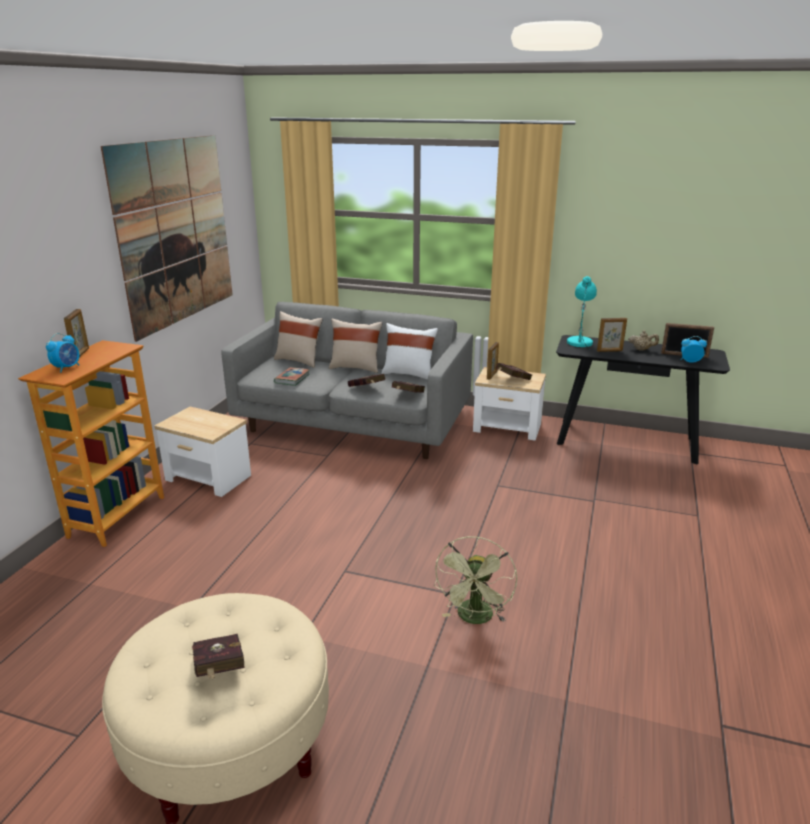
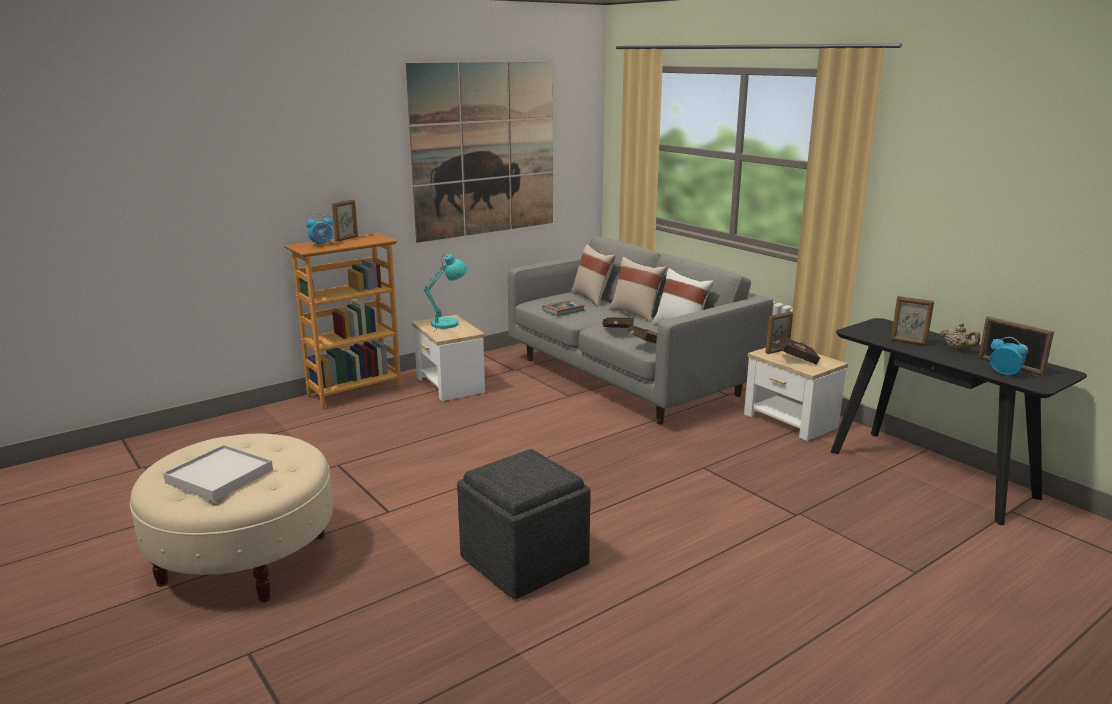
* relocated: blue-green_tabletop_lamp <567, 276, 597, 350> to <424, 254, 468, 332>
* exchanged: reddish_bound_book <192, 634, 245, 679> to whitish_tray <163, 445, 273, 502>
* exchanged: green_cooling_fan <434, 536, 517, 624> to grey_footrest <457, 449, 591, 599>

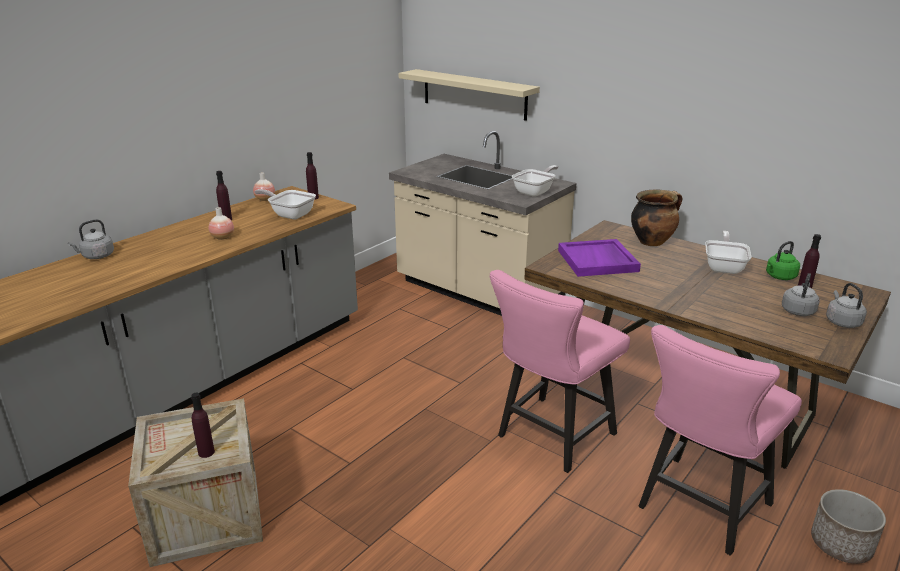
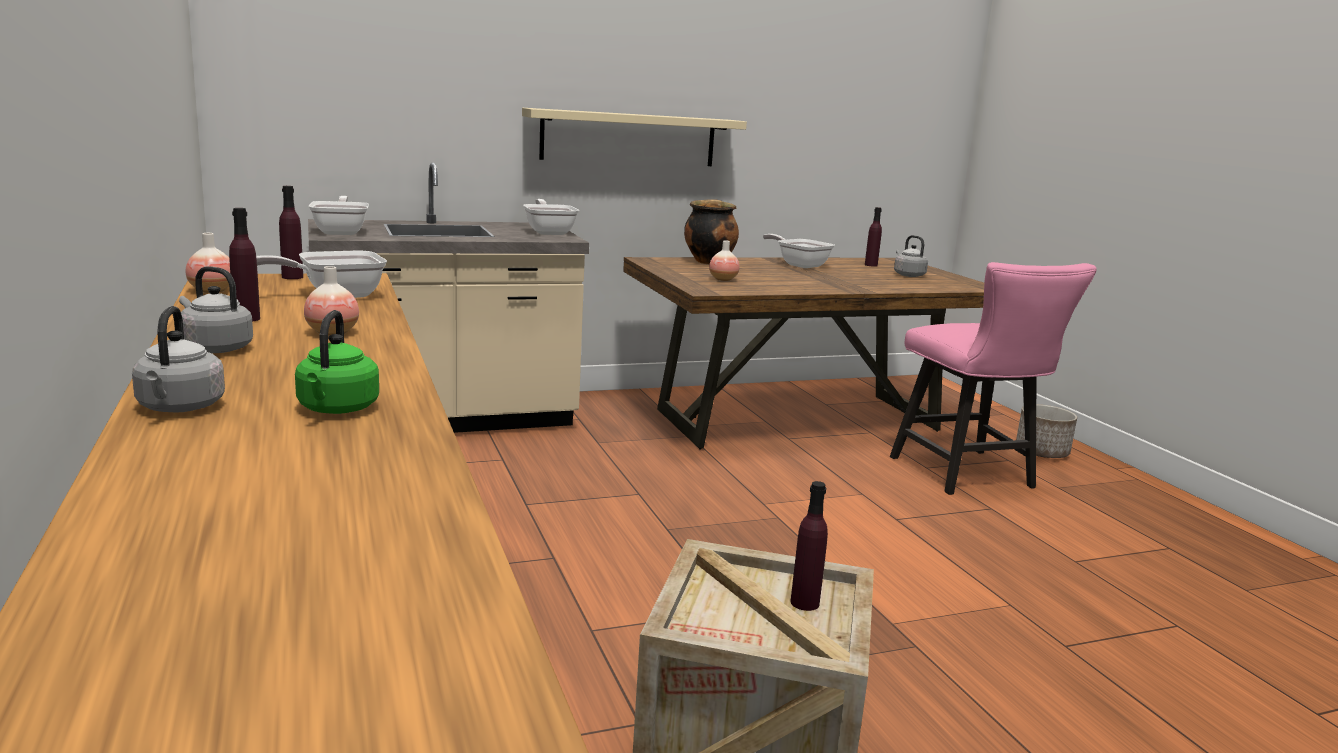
* missing: pinkish_plain_chair <490, 270, 630, 473>
* appeared: frying_pan <309, 196, 369, 235>
* relocated: sand-coloured_bracket_shelf <399, 69, 540, 121> to <522, 108, 747, 166>
* relocated: green_kettle <766, 241, 800, 280> to <295, 310, 379, 414>
* relocated: grey_kettle <826, 283, 867, 328> to <179, 266, 253, 353>
* exchanged: purplish_tray <558, 239, 641, 277> to decorative_vase <709, 240, 740, 281>

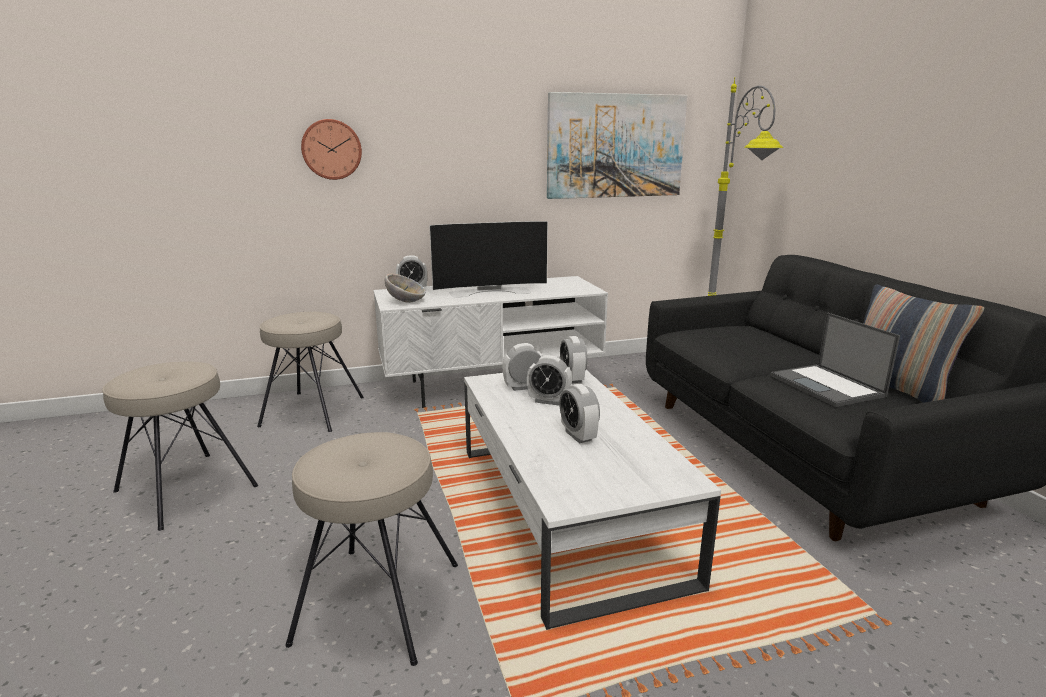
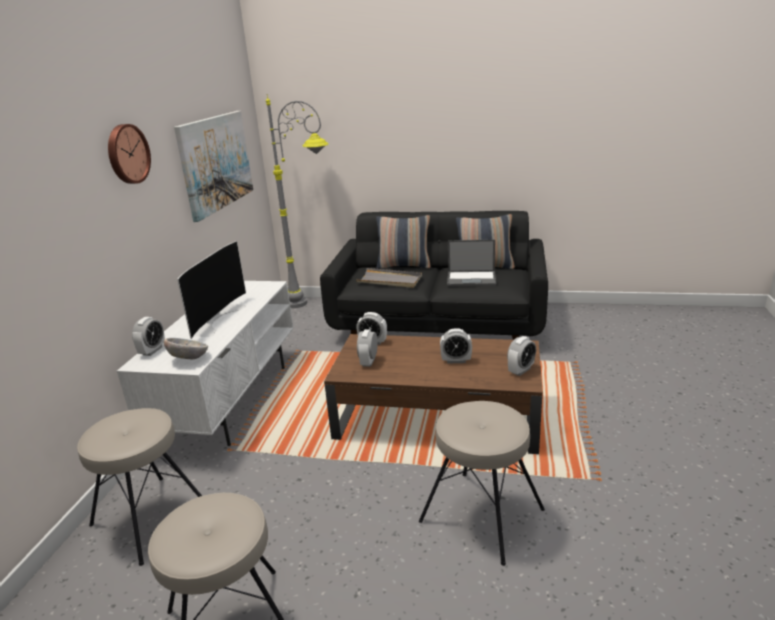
* appeared: grey_tray <356, 268, 422, 288>
* appeared: cushion <376, 215, 431, 269>
* relocated: wall_clock <301, 119, 362, 180> to <108, 124, 151, 184>
* relocated: bedside_clock <527, 355, 572, 406> to <507, 336, 536, 376>
* colour: whitish_lounge_table <464, 370, 721, 630> to brown_lounge_table <324, 334, 543, 454>

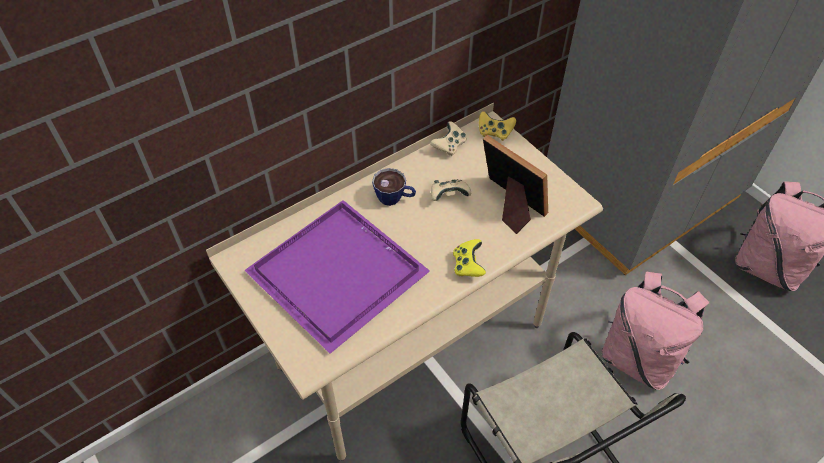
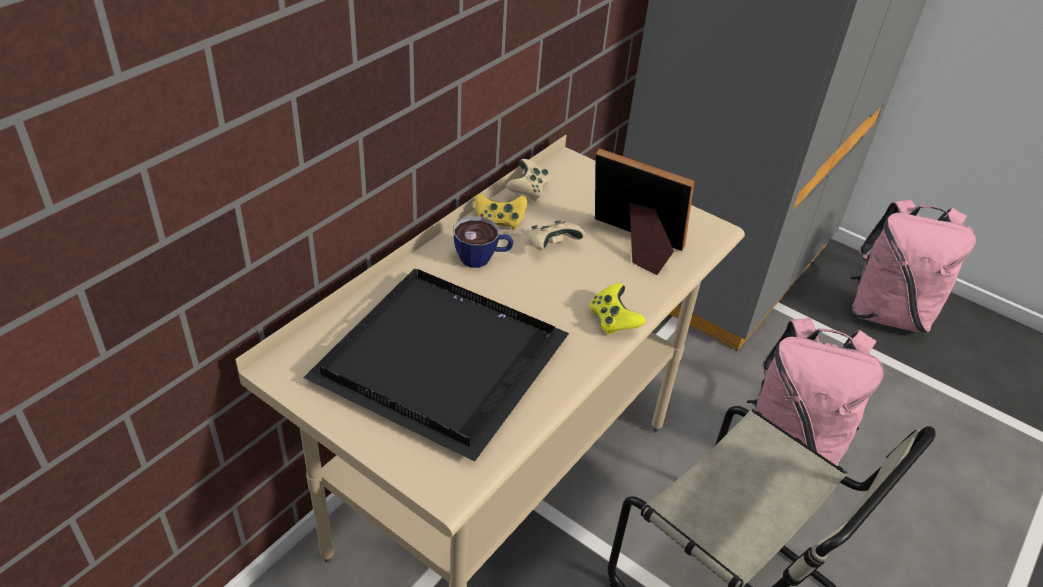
* relocated: yellow-coloured_game_controller <479, 111, 516, 141> to <475, 194, 527, 230>
* colour: purplish_tray <244, 200, 430, 354> to blackish_tray <303, 268, 569, 462>

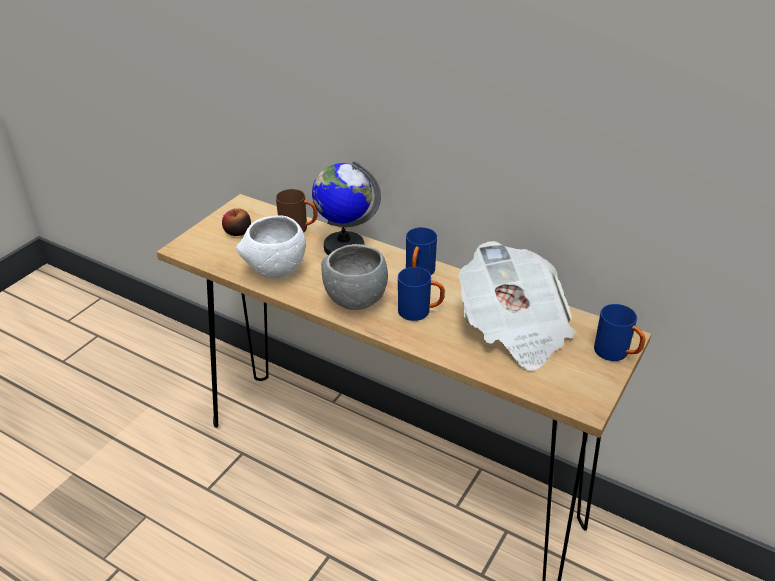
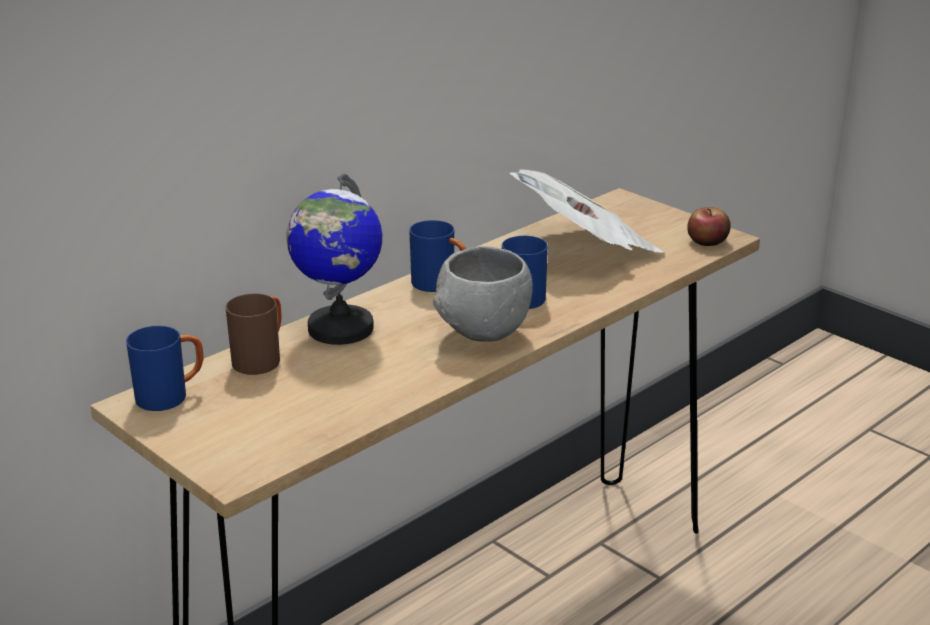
* missing: whitish_bowl <237, 215, 306, 279>
* relocated: apple <222, 208, 251, 236> to <687, 207, 731, 246>
* relocated: bluish_mug <594, 304, 645, 361> to <126, 326, 204, 411>

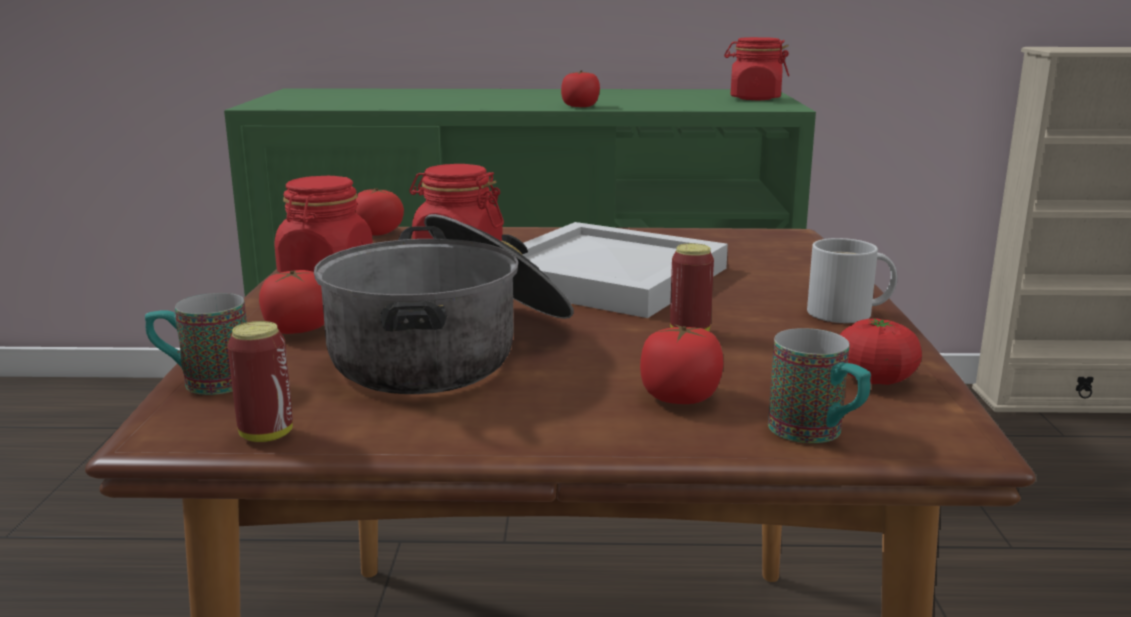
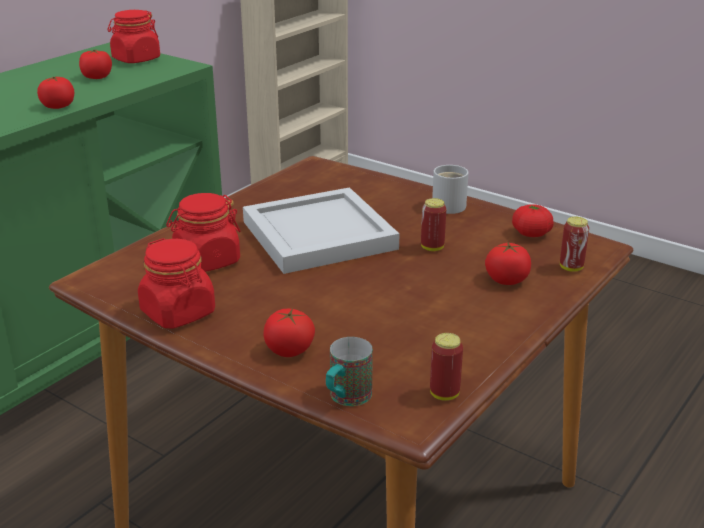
* missing: stockpot <314, 214, 573, 394>
* relocated: whole_tomato <355, 188, 404, 236> to <79, 50, 112, 79>
* exchanged: mug <768, 328, 871, 443> to can <560, 217, 589, 272>

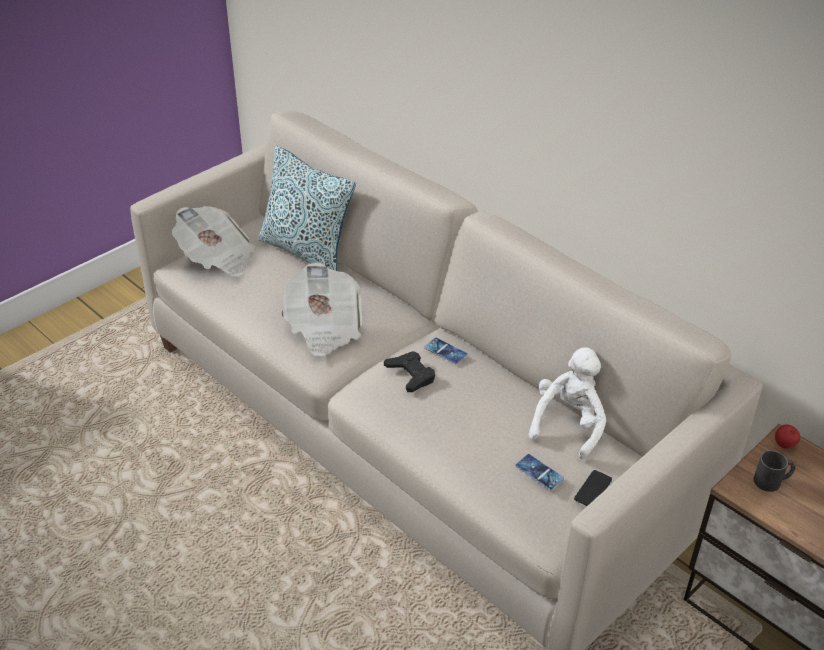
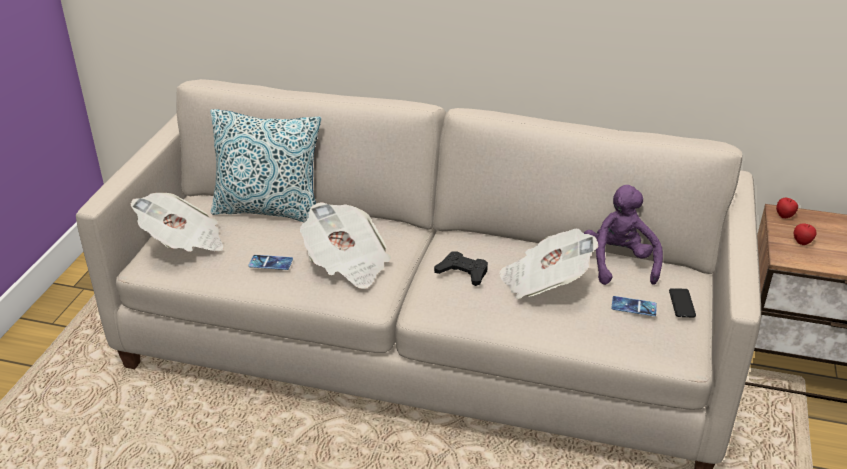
* appeared: printed_paper <499, 229, 598, 299>
* relocated: telephone <424, 338, 468, 364> to <248, 255, 293, 270>
* exchanged: blackish_mug <753, 450, 795, 492> to apple <794, 223, 817, 245>
* colour: whitish_plush_toy <529, 347, 606, 459> to purplish_plush_toy <584, 185, 663, 285>

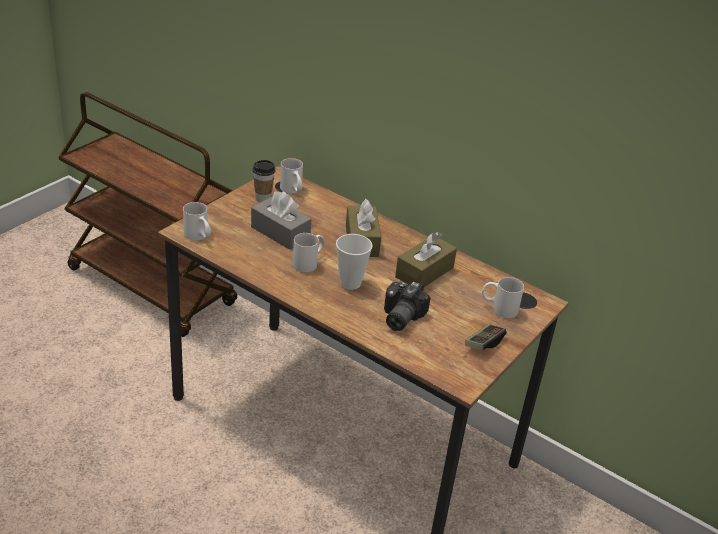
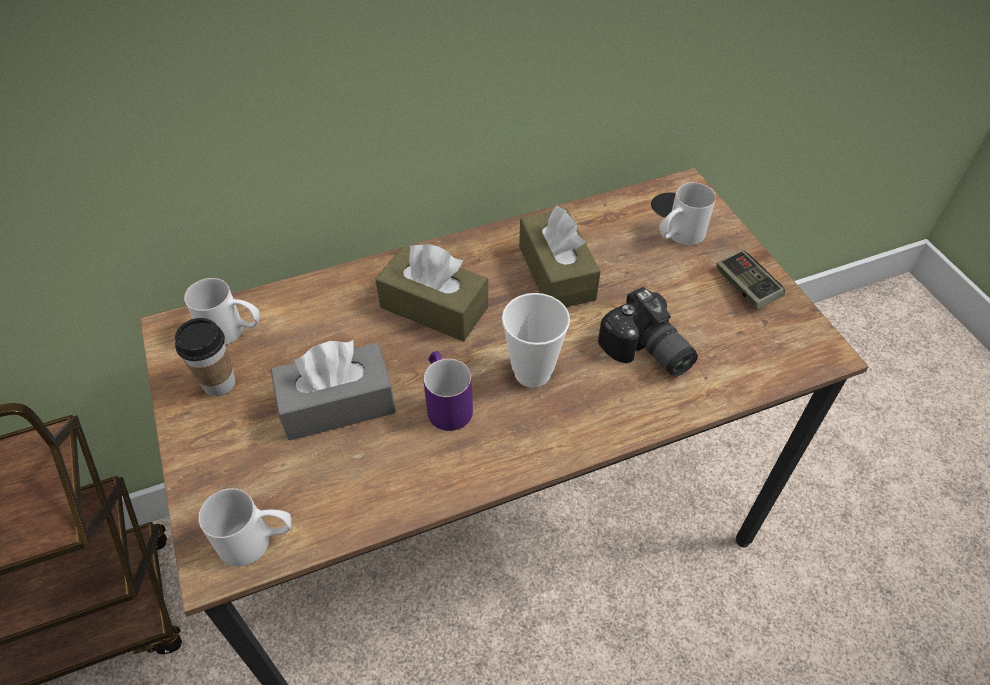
* colour: whitish_mug <293, 233, 325, 273> to purplish_mug <423, 351, 473, 431>

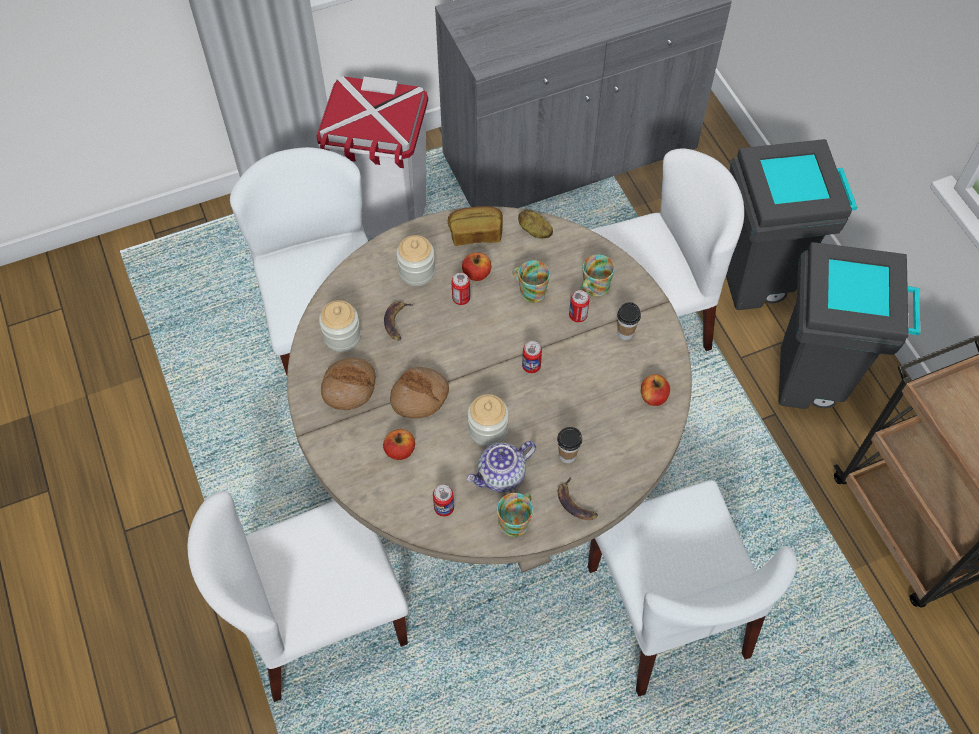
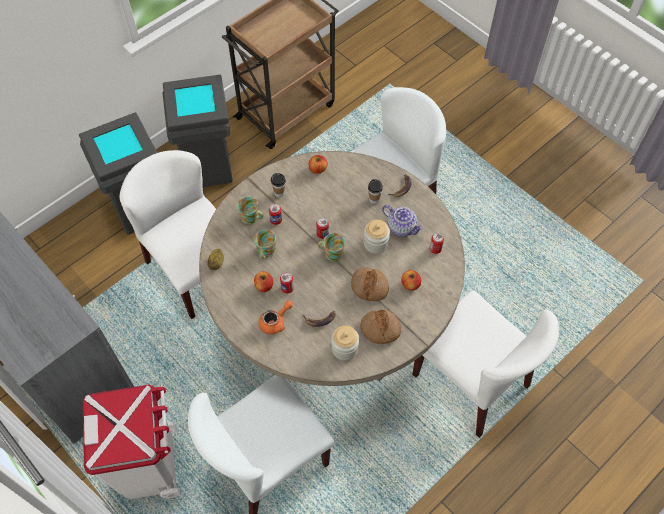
* missing: baked_bread <448, 206, 503, 246>
* relocated: mug <497, 493, 533, 537> to <318, 233, 345, 261>
* exchanged: storage_jar <396, 235, 435, 286> to orange-coloured_tea_pot <259, 301, 293, 335>

